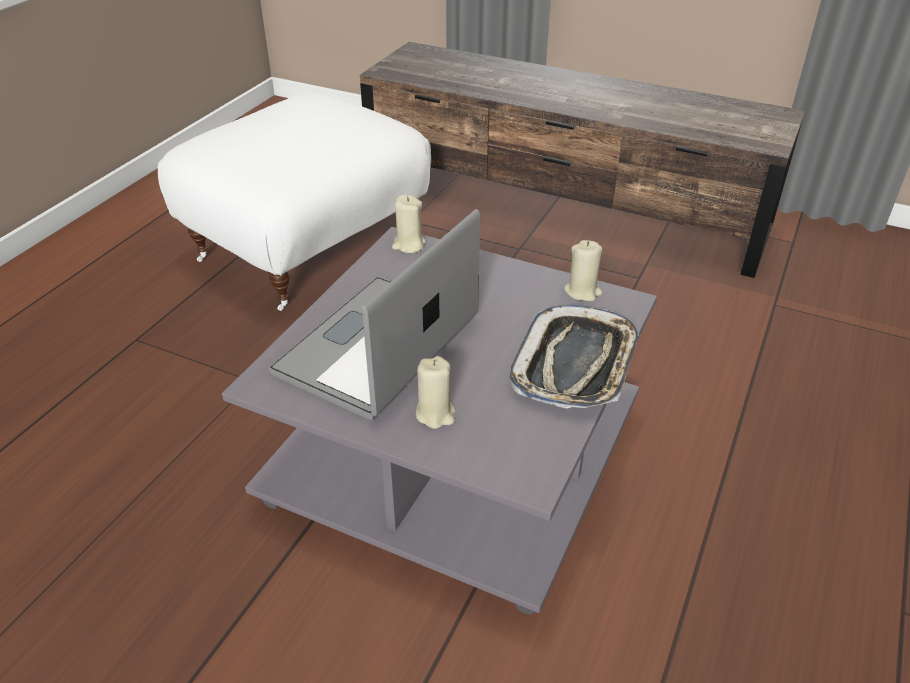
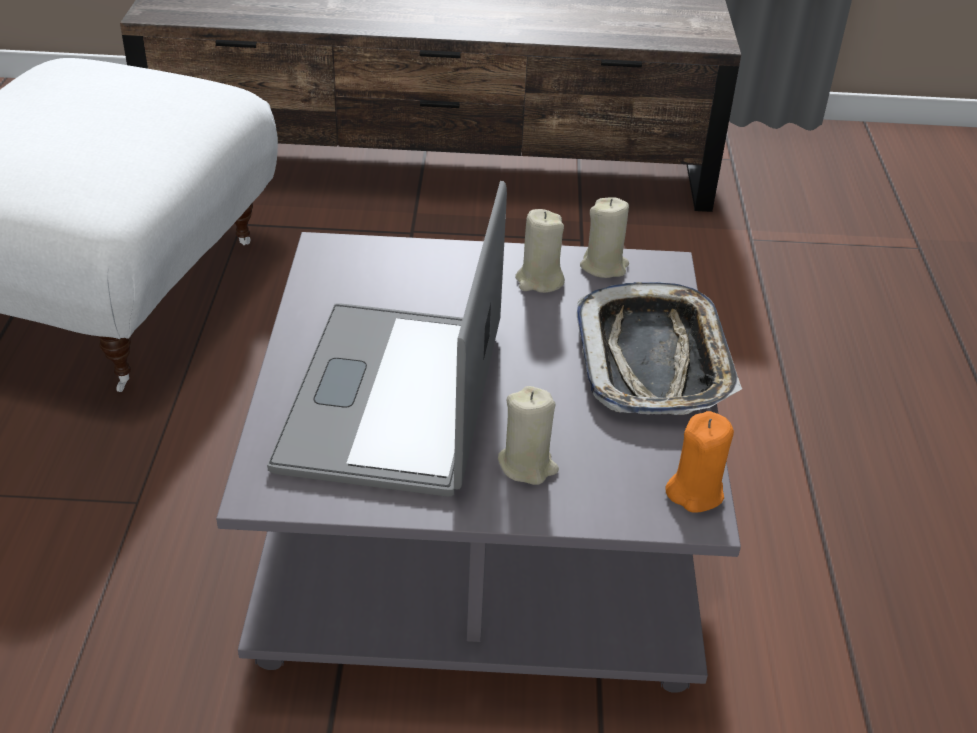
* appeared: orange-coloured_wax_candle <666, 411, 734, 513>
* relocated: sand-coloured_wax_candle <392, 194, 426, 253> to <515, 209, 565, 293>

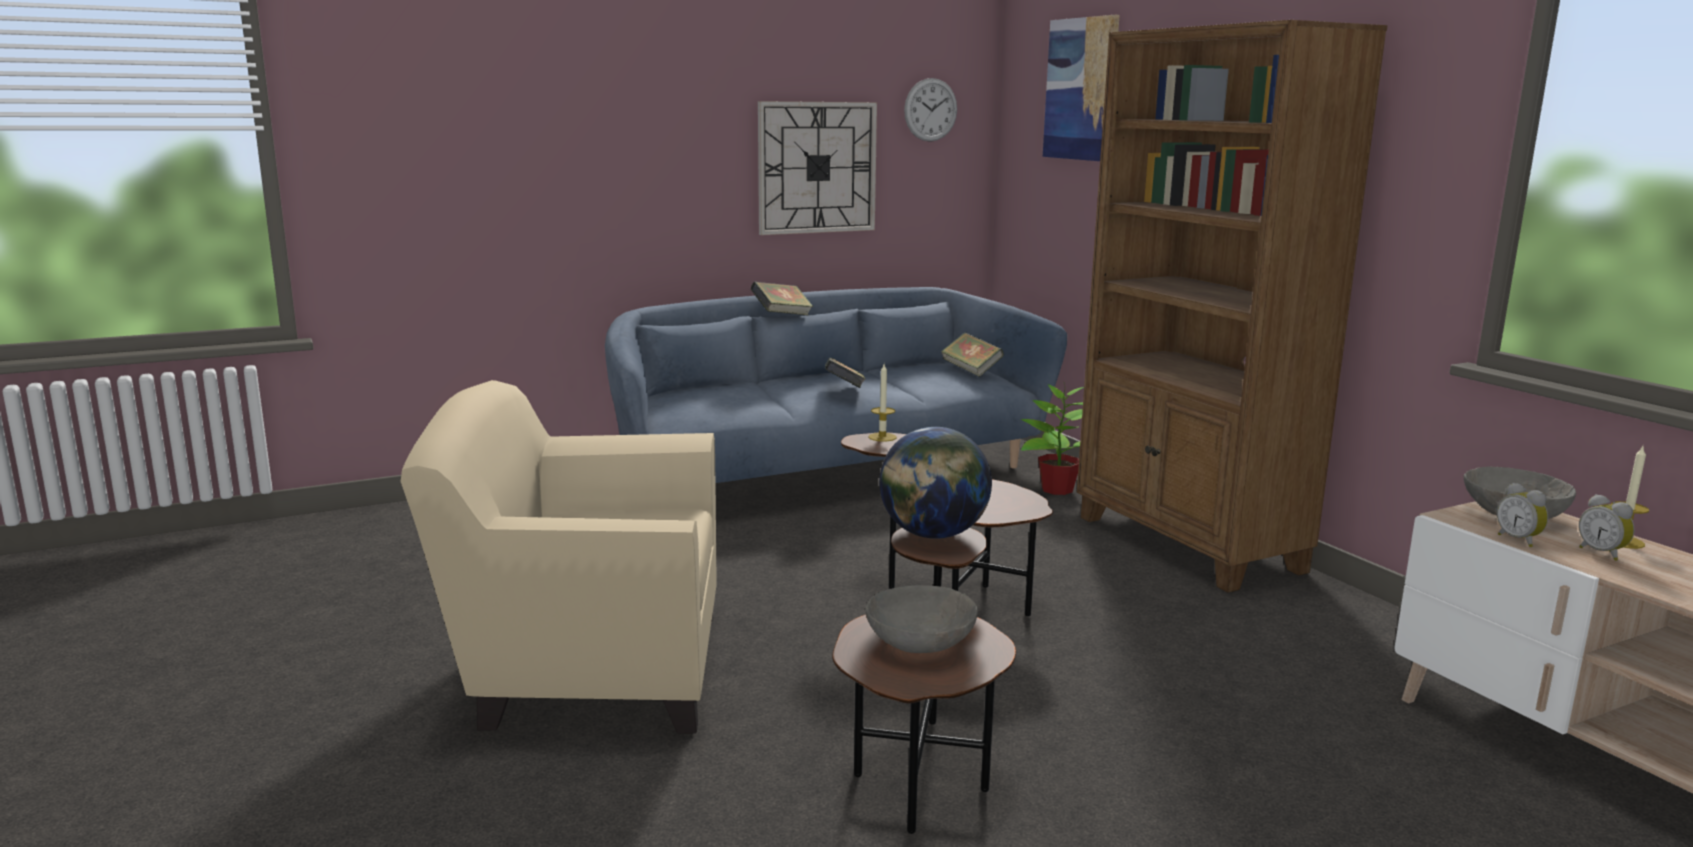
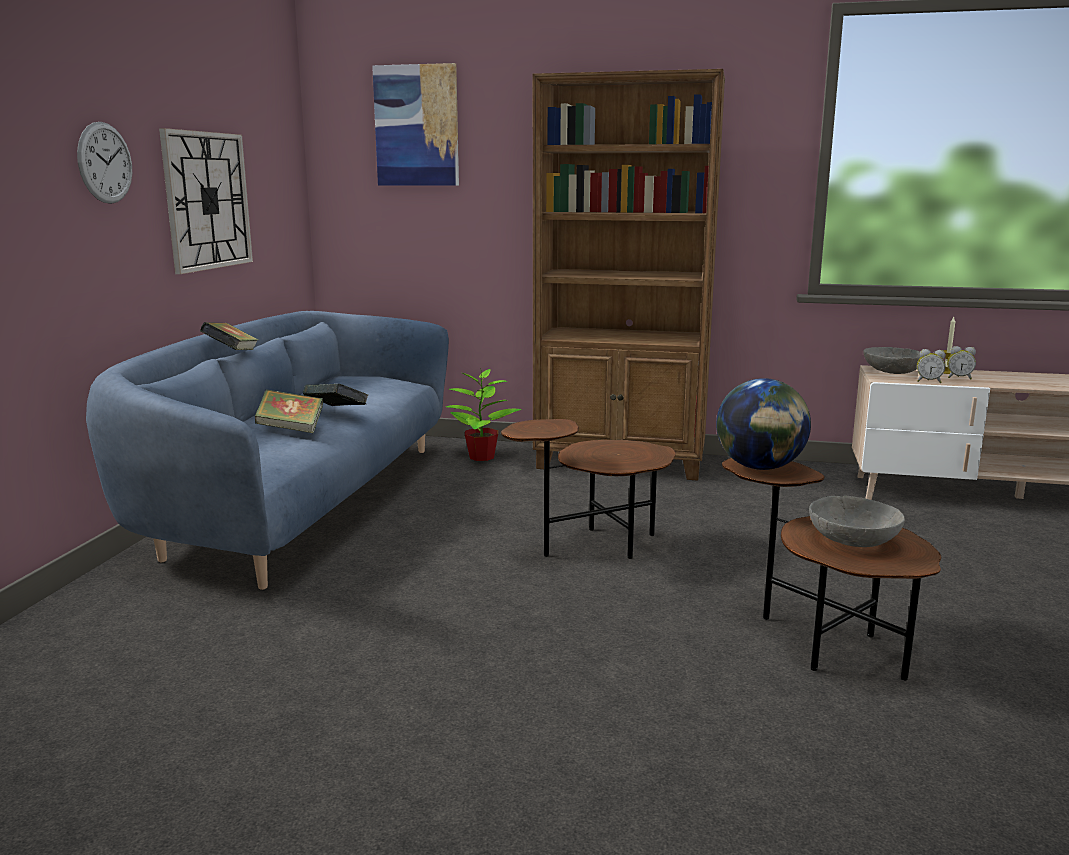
* missing: sand-coloured_lounge_chair <401, 380, 717, 734>
* missing: wax_candle <868, 364, 897, 442>
* relocated: wall_clock <904, 78, 957, 142> to <77, 122, 132, 204>
* relocated: bound_book <941, 332, 1004, 377> to <255, 389, 323, 433>

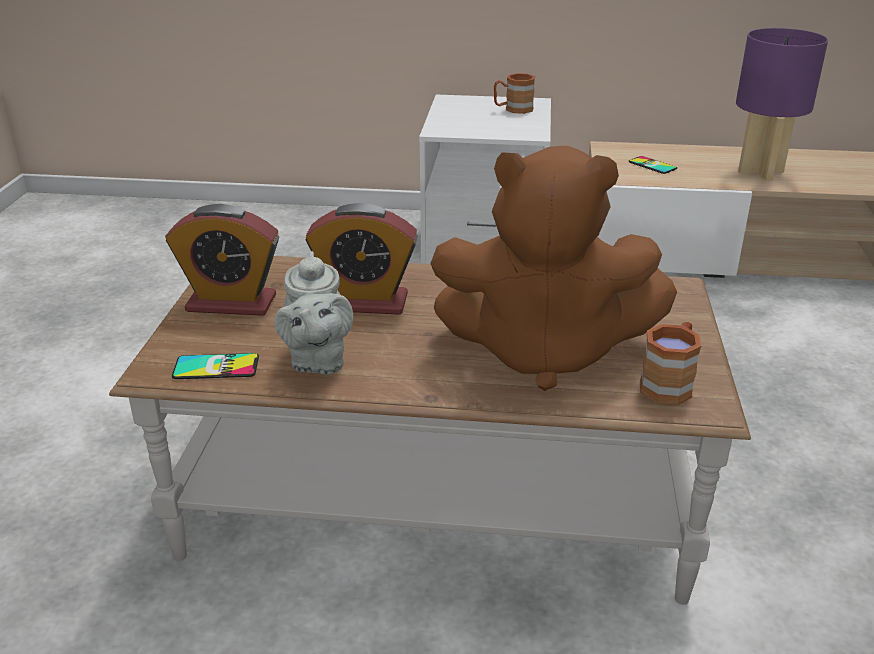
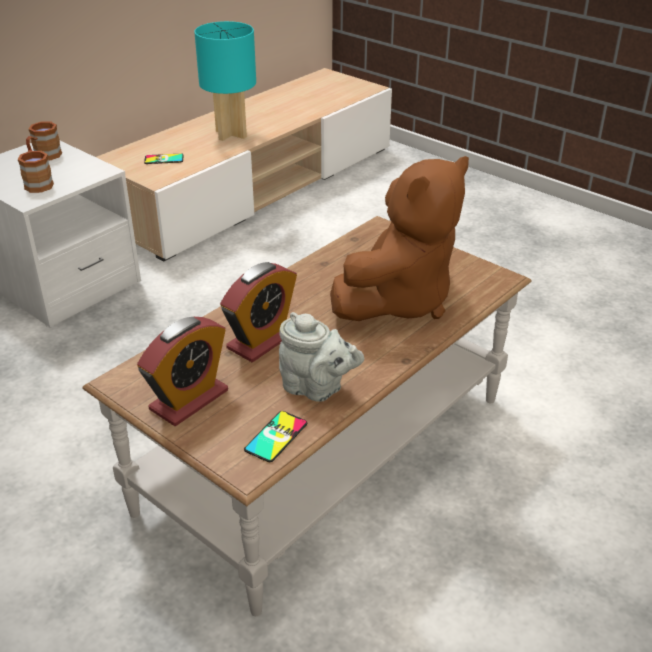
* relocated: brown_mug <640, 322, 701, 405> to <18, 150, 54, 193>
* colour: purplish_tabletop_lamp <736, 28, 828, 180> to blue-green_tabletop_lamp <194, 21, 256, 141>

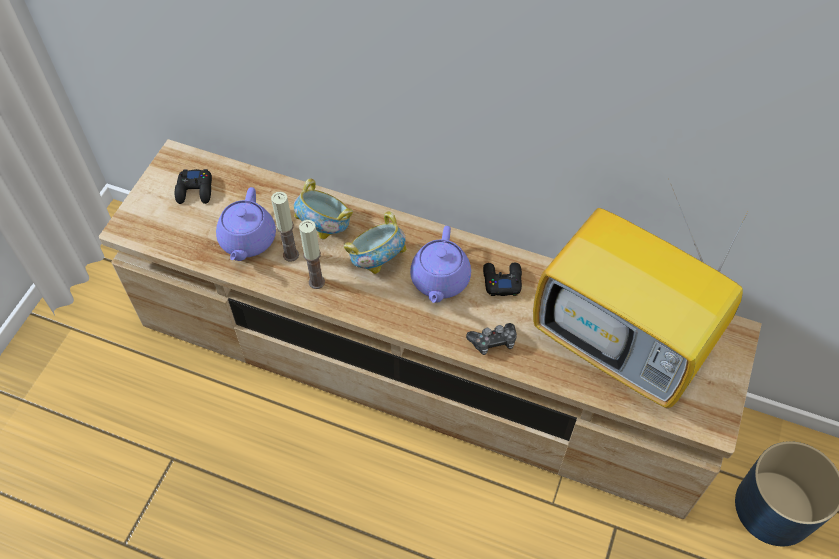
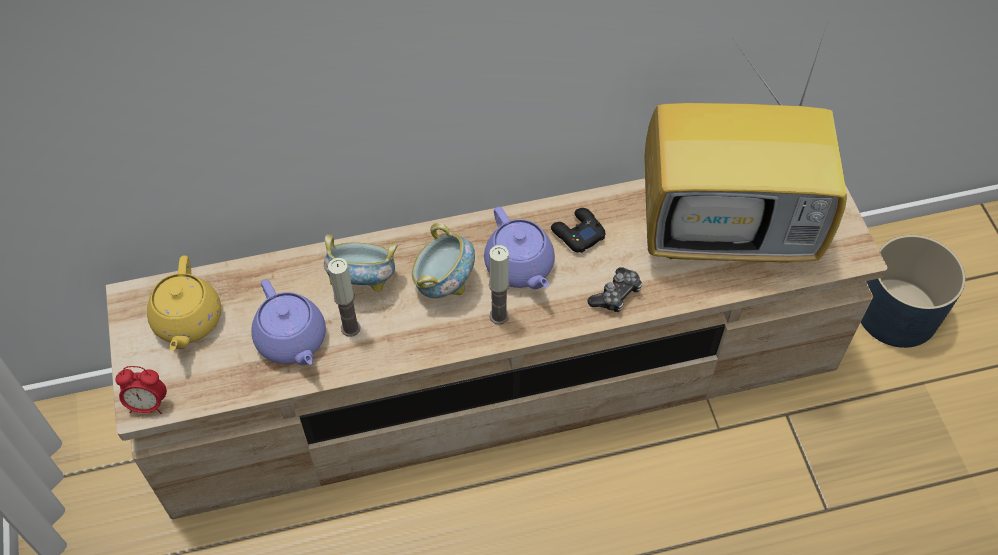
* appeared: bedside_clock <115, 366, 167, 414>
* relocated: wax_candle <299, 220, 325, 289> to <489, 245, 510, 325>
* exchanged: blackish_game_controller <175, 169, 212, 204> to yellow-coloured_tea_pot <147, 255, 221, 351>

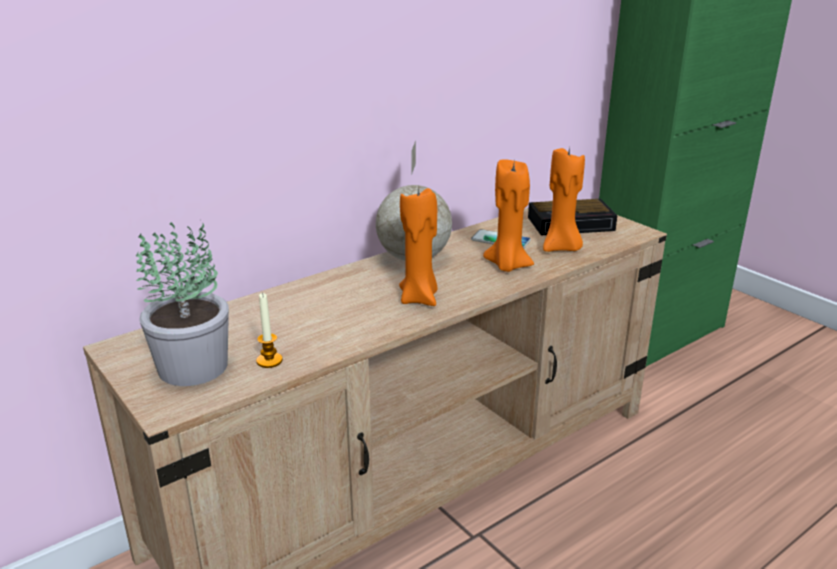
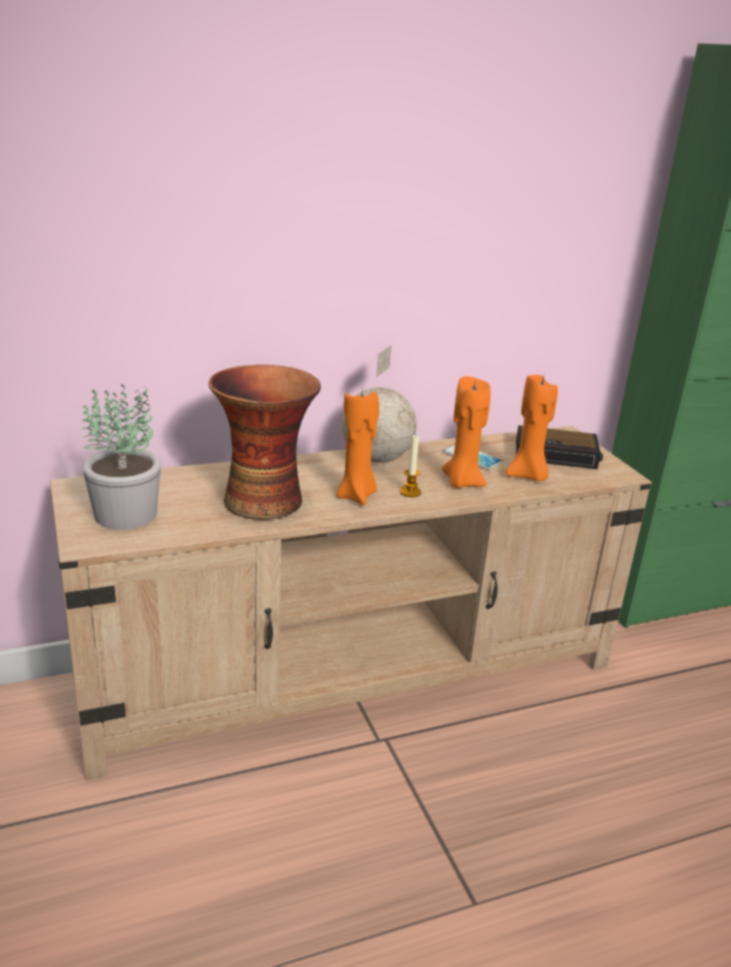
* appeared: decorative_vase <208, 365, 321, 520>
* relocated: wax_candle <256, 293, 283, 368> to <400, 435, 421, 497>

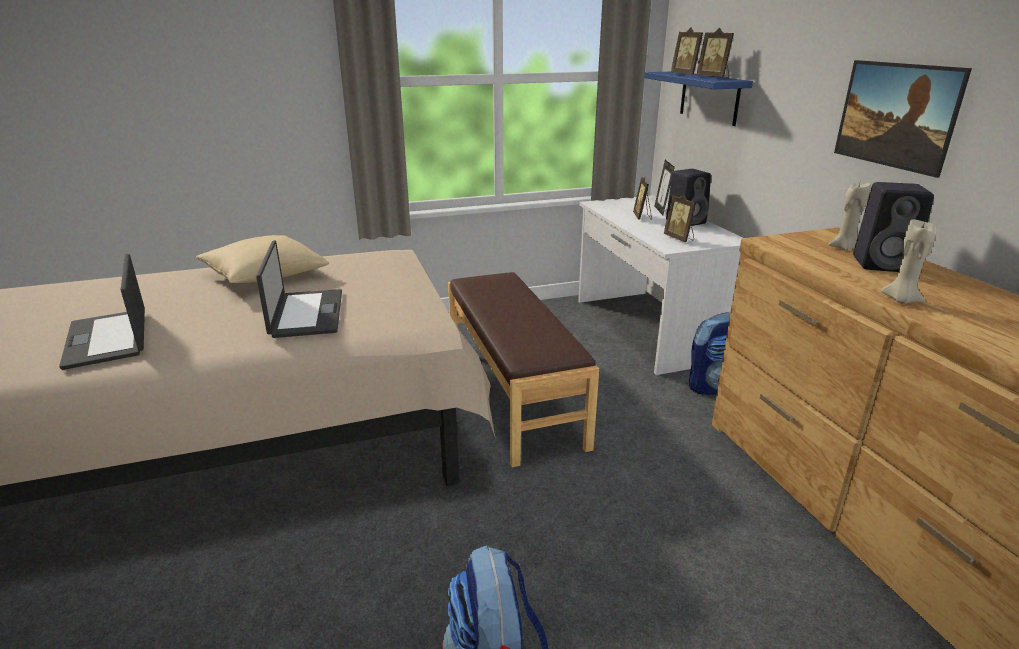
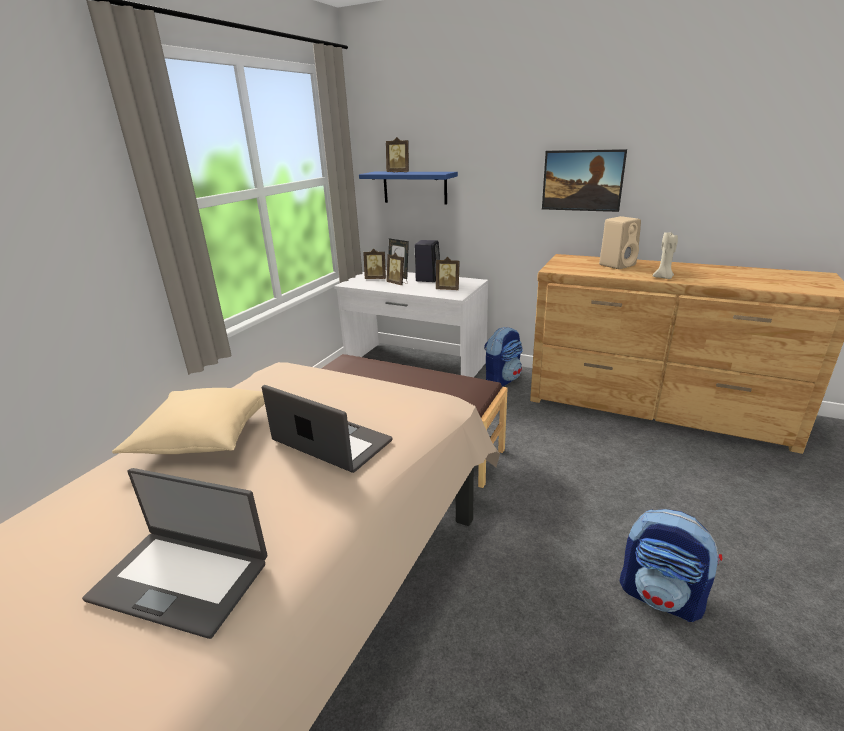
* missing: sand-coloured_wax_candle <828, 183, 871, 251>
* relocated: picture_frame <696, 28, 734, 78> to <363, 249, 386, 279>
* colour: blackish_speaker <853, 182, 934, 272> to sand-coloured_speaker <599, 216, 641, 269>

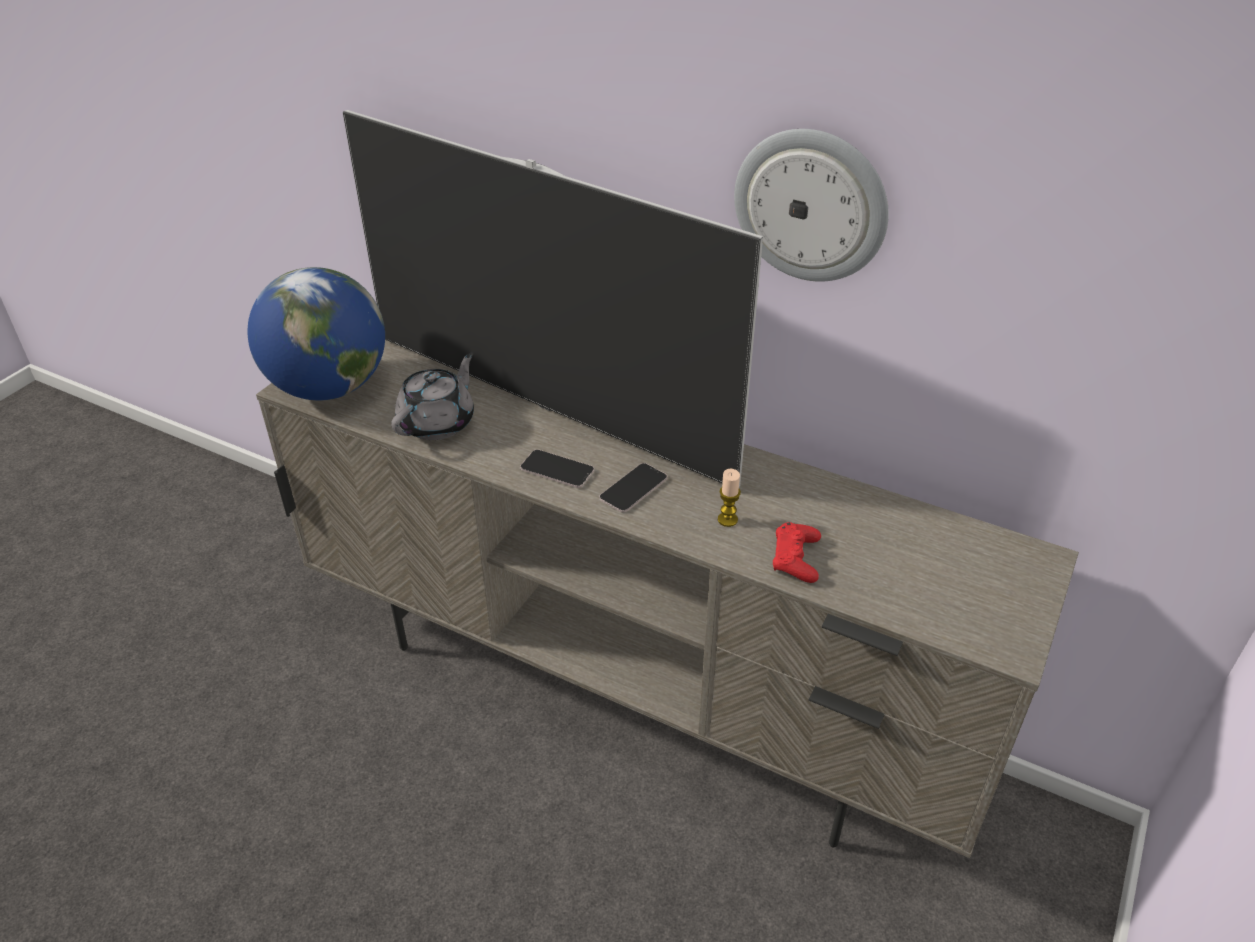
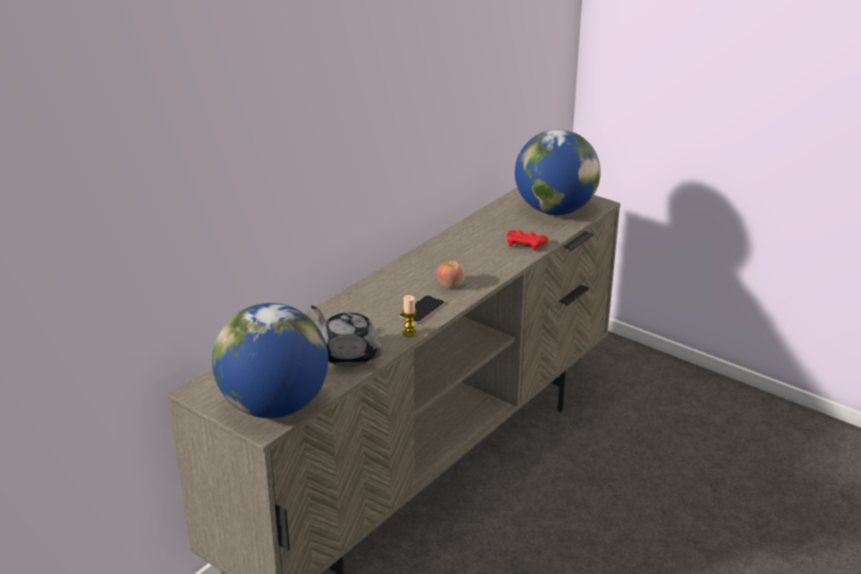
* missing: TV <343, 110, 763, 487>
* missing: wall_clock <734, 129, 889, 282>
* appeared: globe <515, 129, 601, 215>
* relocated: wax_candle <718, 469, 741, 527> to <402, 295, 417, 337>
* exchanged: telephone <599, 463, 667, 513> to apple <437, 261, 465, 289>

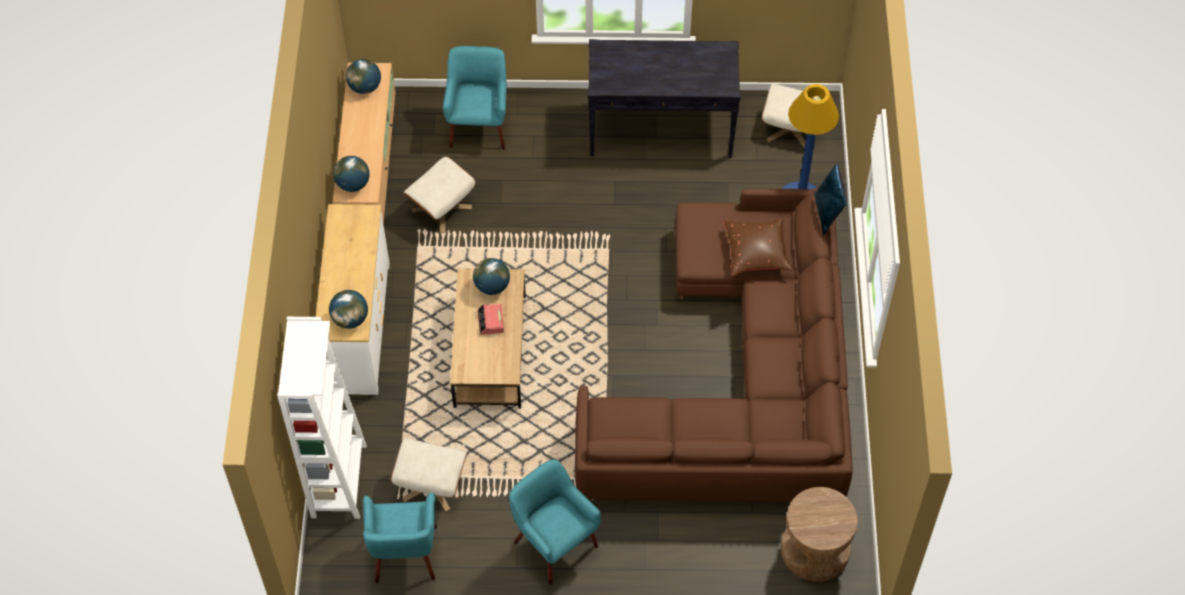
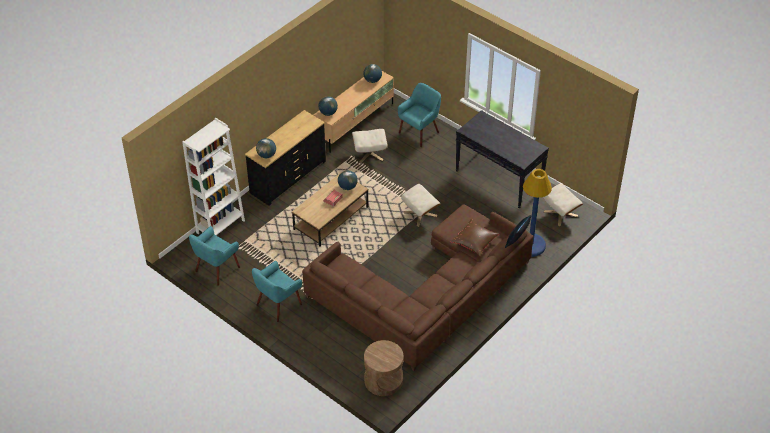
* relocated: sand-coloured_footrest <391, 438, 467, 511> to <401, 184, 440, 227>
* colour: whitish_dresser <316, 204, 390, 395> to blackish_dresser <245, 110, 326, 206>
* spun: blue-green_lounge_chair <509, 459, 601, 585> = <252, 261, 302, 322> 135 degrees counterclockwise

